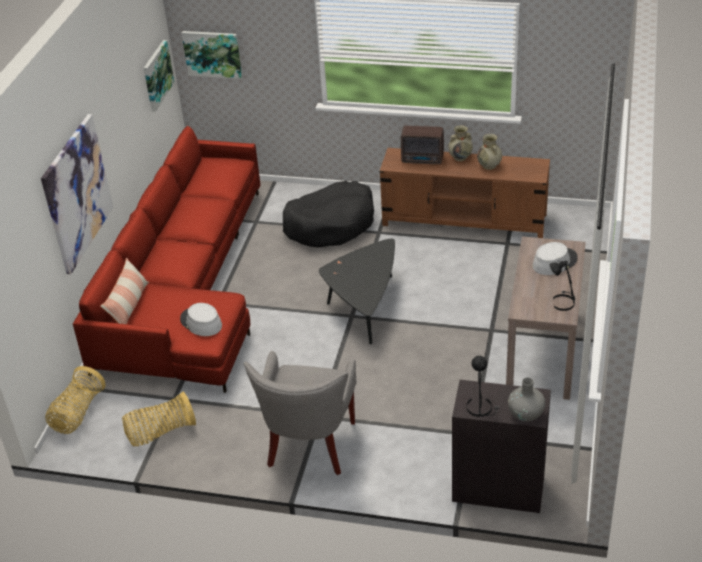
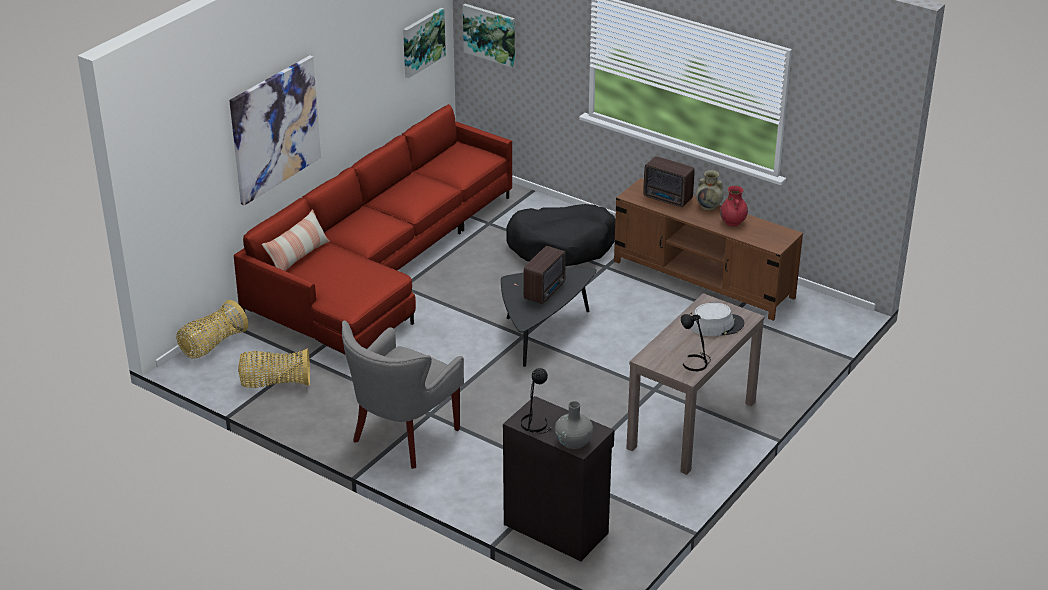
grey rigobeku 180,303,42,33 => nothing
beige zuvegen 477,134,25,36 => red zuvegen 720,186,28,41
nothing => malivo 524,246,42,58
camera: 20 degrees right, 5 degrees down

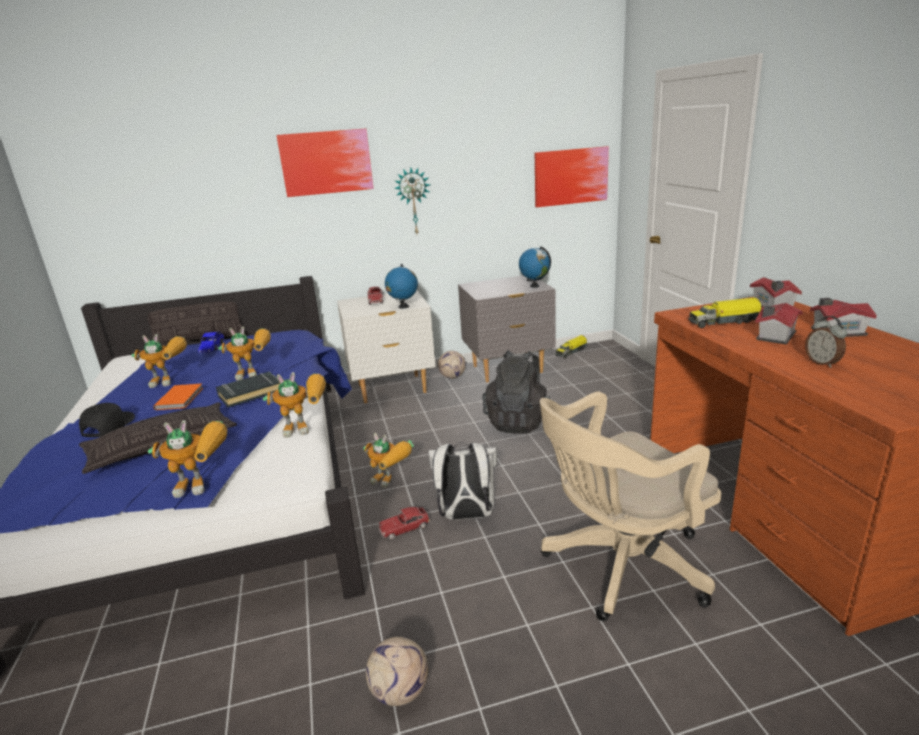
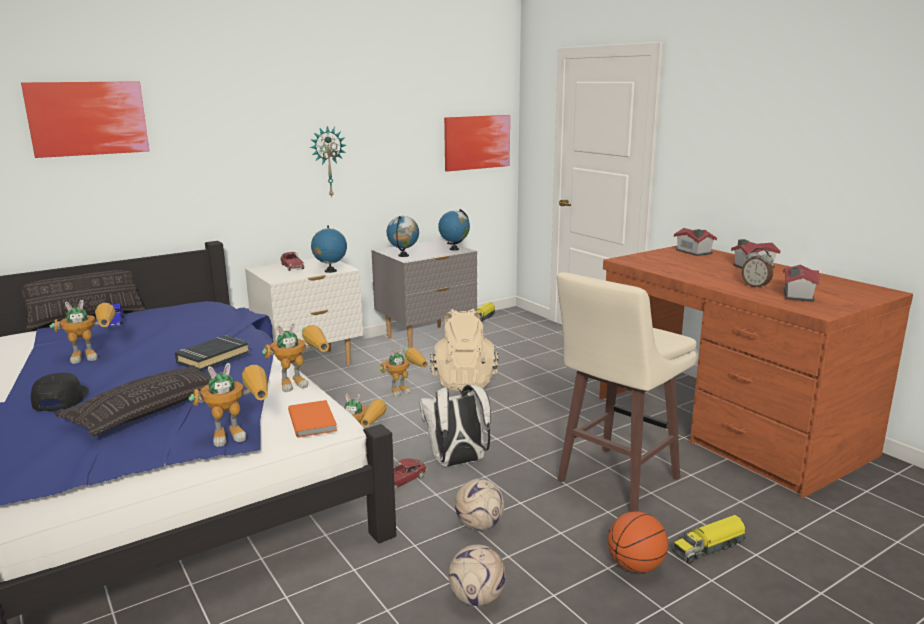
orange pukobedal 153,384,50,26 => orange pukobedal 288,400,49,38, move
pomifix 218,326,53,54 => pomifix 379,347,49,50, move
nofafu 276,129,98,68 => nofafu 21,81,128,77, move
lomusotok 438,351,28,28 => lomusotok 455,479,49,51, move
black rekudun 482,350,68,84 => beige rekudun 430,308,69,84
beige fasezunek 540,391,181,230 => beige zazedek 557,272,140,240
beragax 689,297,72,31 => beragax 672,515,74,49, move
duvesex 755,303,48,42 => duvesex 783,264,37,38, move
nothing => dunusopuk 387,216,32,41
nothing => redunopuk 608,511,60,62
camera: 20 degrees left, 5 degrees down

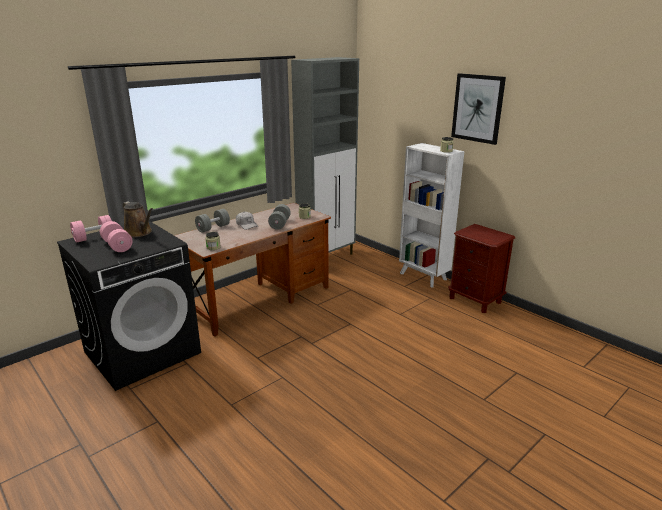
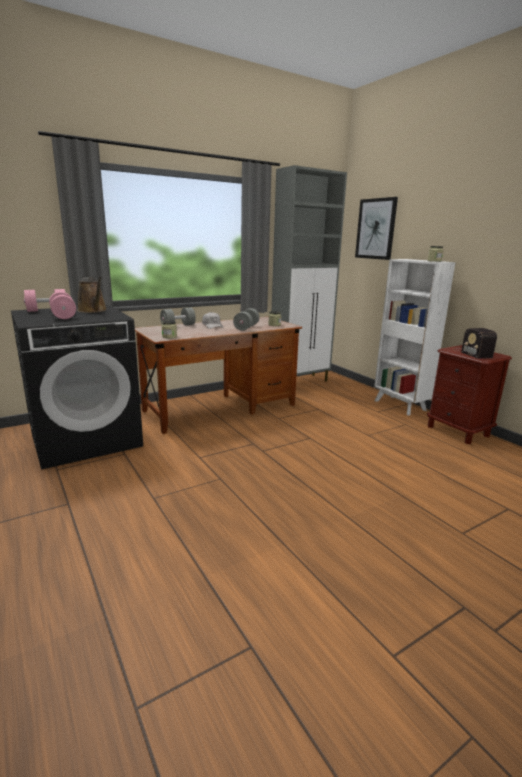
nofafu 451,73,55,72 => nofafu 355,197,43,63, move
nothing => malivo 453,328,44,31
camera: 10 degrees right, 5 degrees down

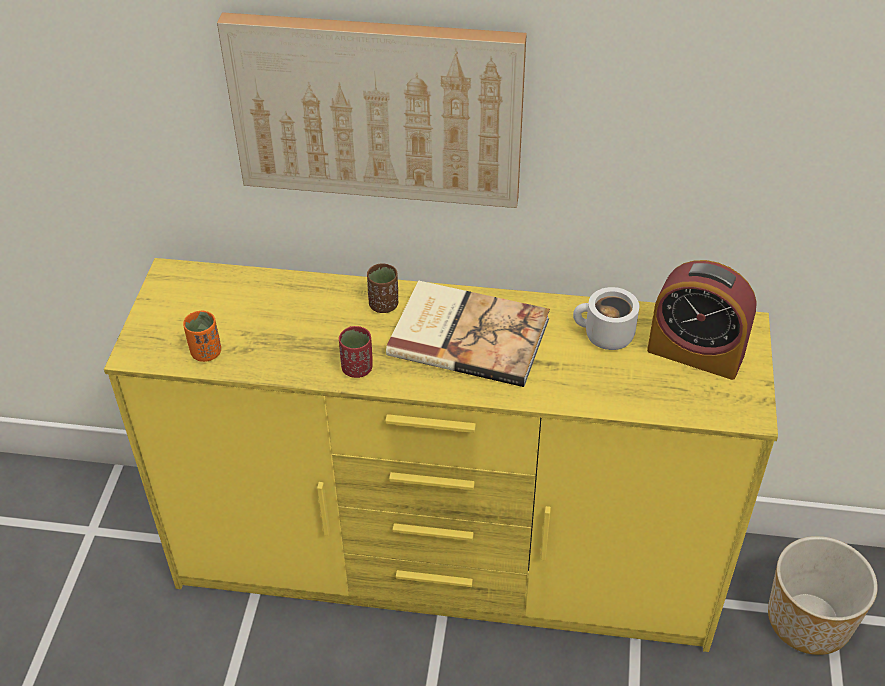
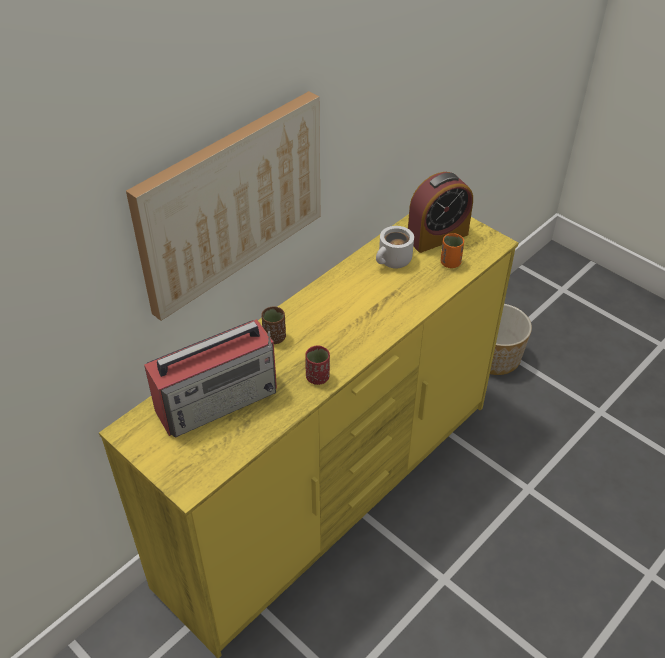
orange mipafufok 183,311,38,51 => orange mipafufok 441,233,23,35, move
pukobedal 386,281,164,106 => nothing
nothing => malivo 144,319,133,119
camera: 55 degrees left, 0 degrees up

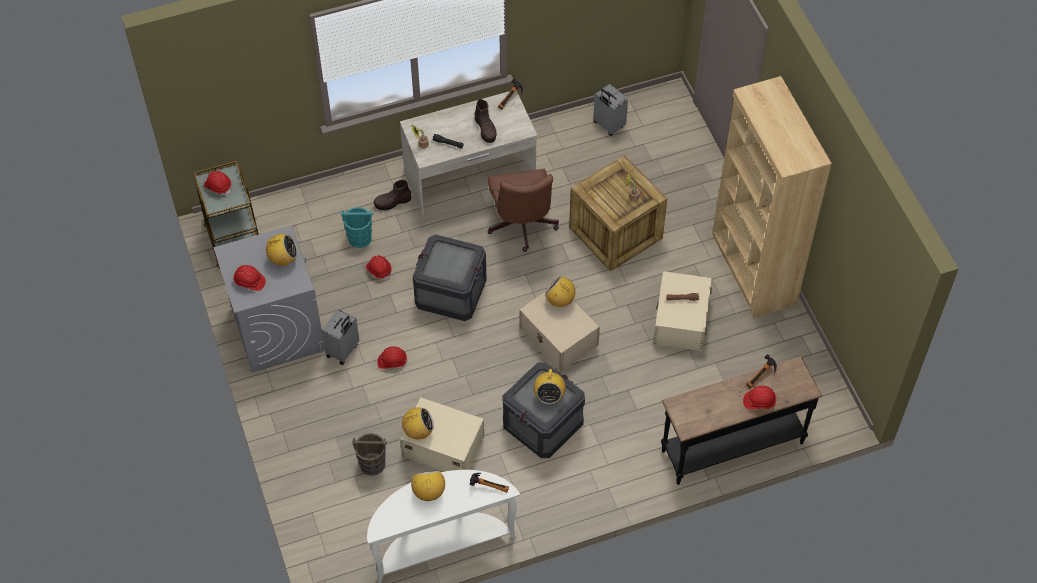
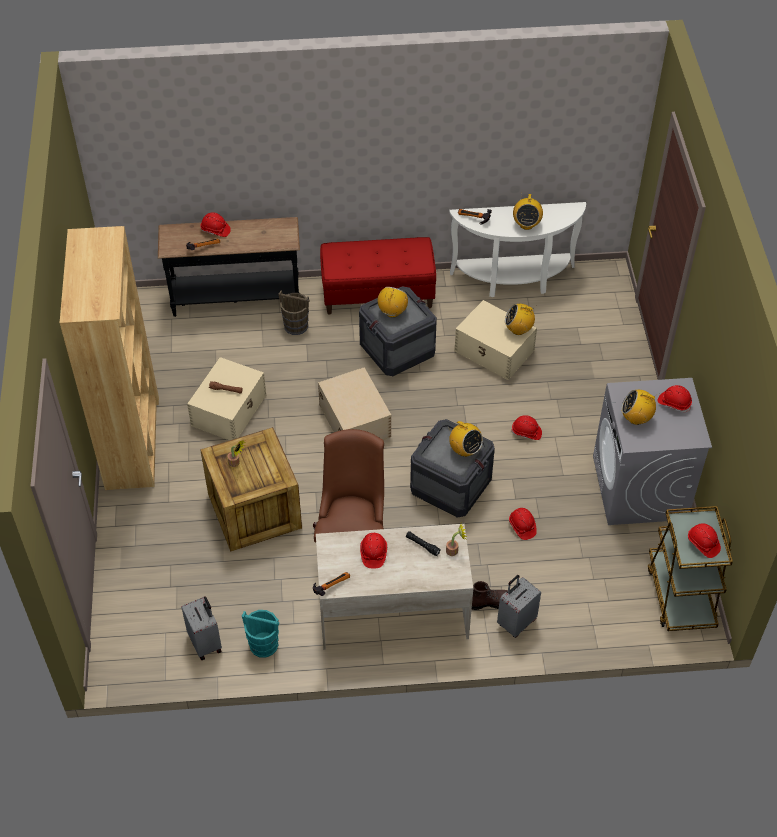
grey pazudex 322,309,37,56 => grey pazudex 497,575,44,63, move
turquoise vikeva 341,207,32,41 => turquoise vikeva 242,610,37,48, move
brown vikeva 352,433,35,43 => brown vikeva 278,290,32,45, move
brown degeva 475,99,22,44 => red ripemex 360,533,27,36
malivo 545,276,34,31 => malivo 448,421,35,36, move
nothing => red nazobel 320,237,116,77
camera: 165 degrees left, 5 degrees down

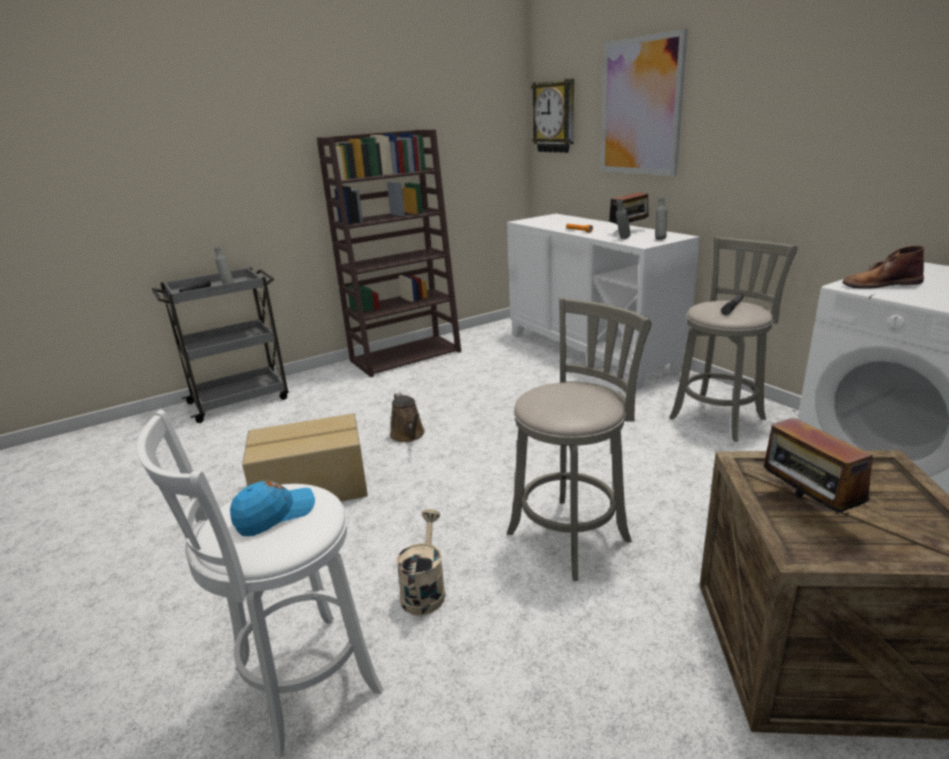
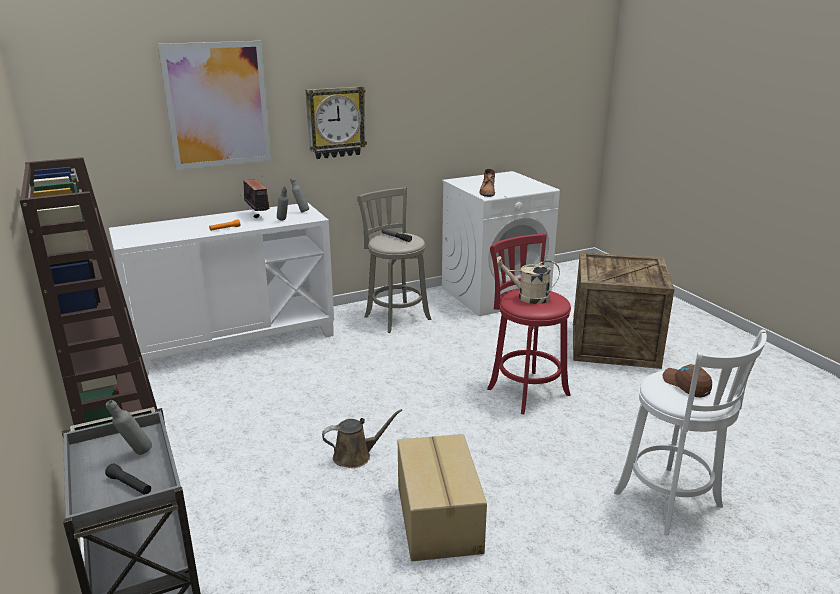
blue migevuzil 230,480,85,56 => brown migevuzil 663,364,49,34
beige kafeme 396,509,49,106 => beige kafeme 493,256,67,48, move
grey zazedek 507,297,144,284 => red zazedek 487,233,84,181
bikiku 531,79,43,74 => bikiku 306,86,61,73, move
malivo 763,410,110,105 => nothing
camera: 85 degrees left, 0 degrees up

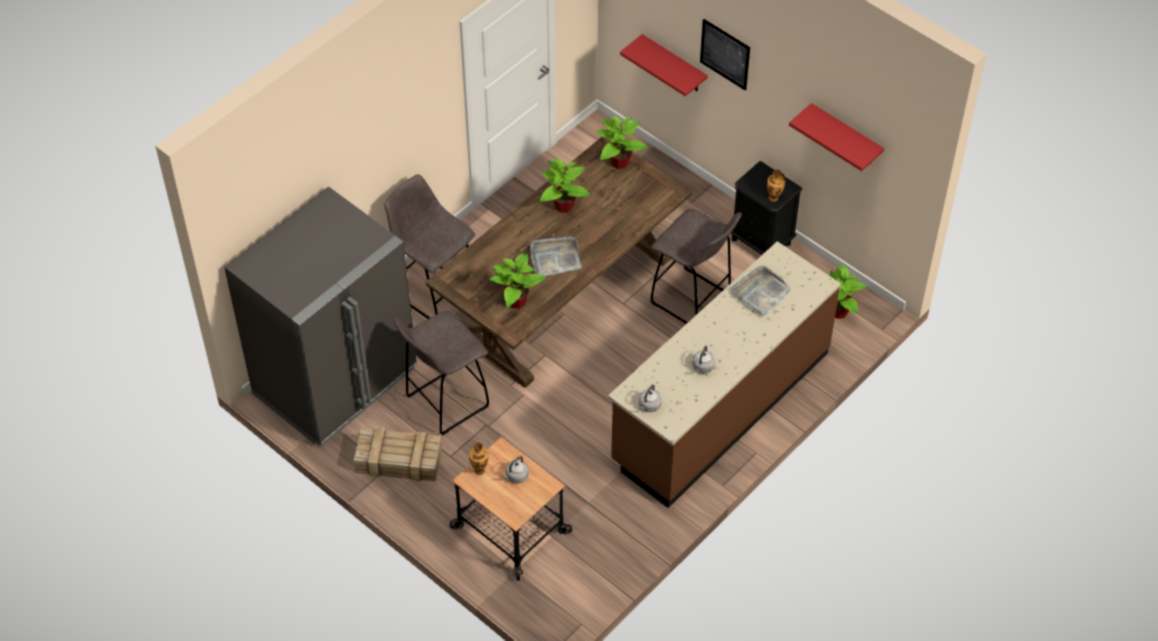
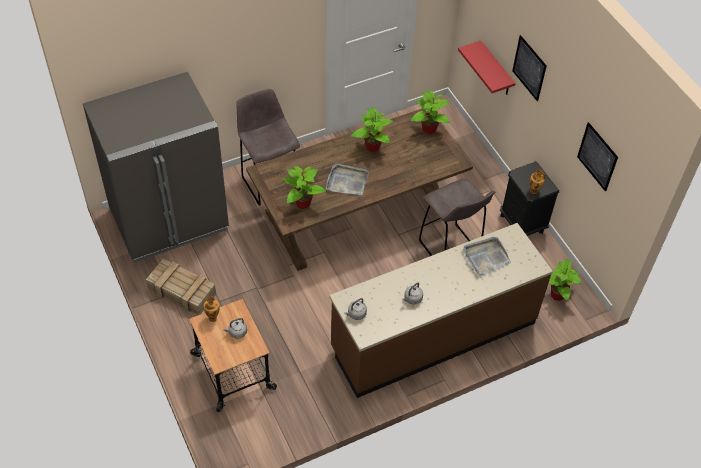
grey zazedek 393,311,96,124 => nothing
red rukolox 789,103,95,68 => nofafu 577,122,41,69
camera: 20 degrees right, 0 degrees up

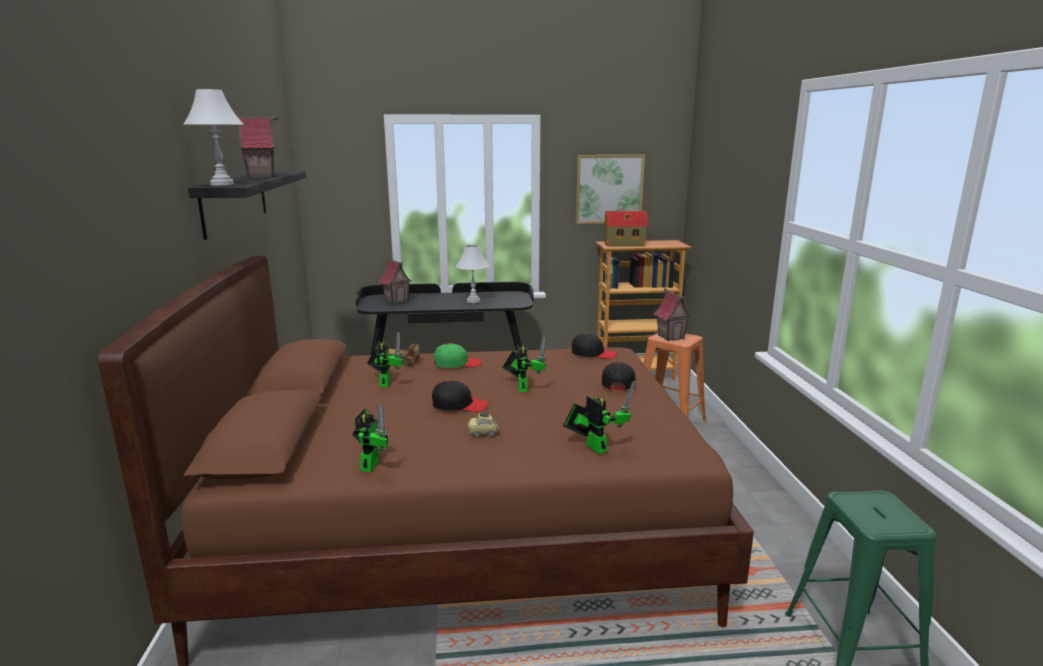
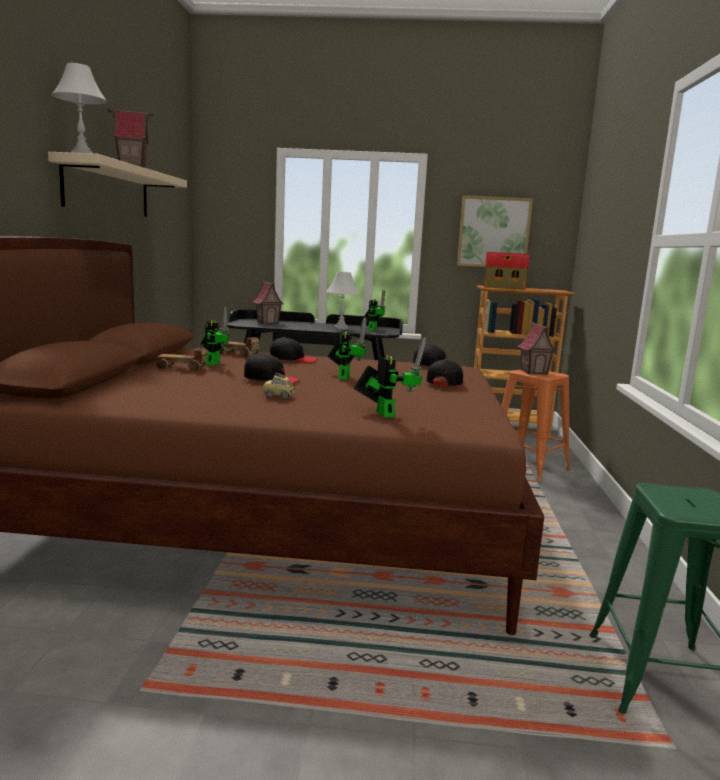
black rukolox 188,170,118,70 => beige rukolox 48,152,139,65
pomifix 352,404,37,68 => pomifix 364,290,21,41, move
green migevuzil 434,343,47,25 => black migevuzil 270,337,47,26
nothing => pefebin 156,348,51,24
camera: 10 degrees right, 5 degrees down

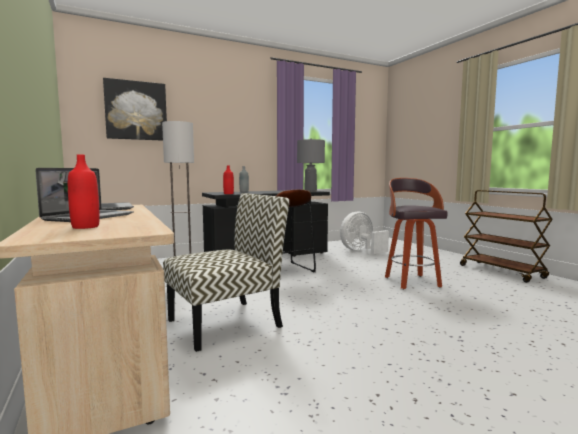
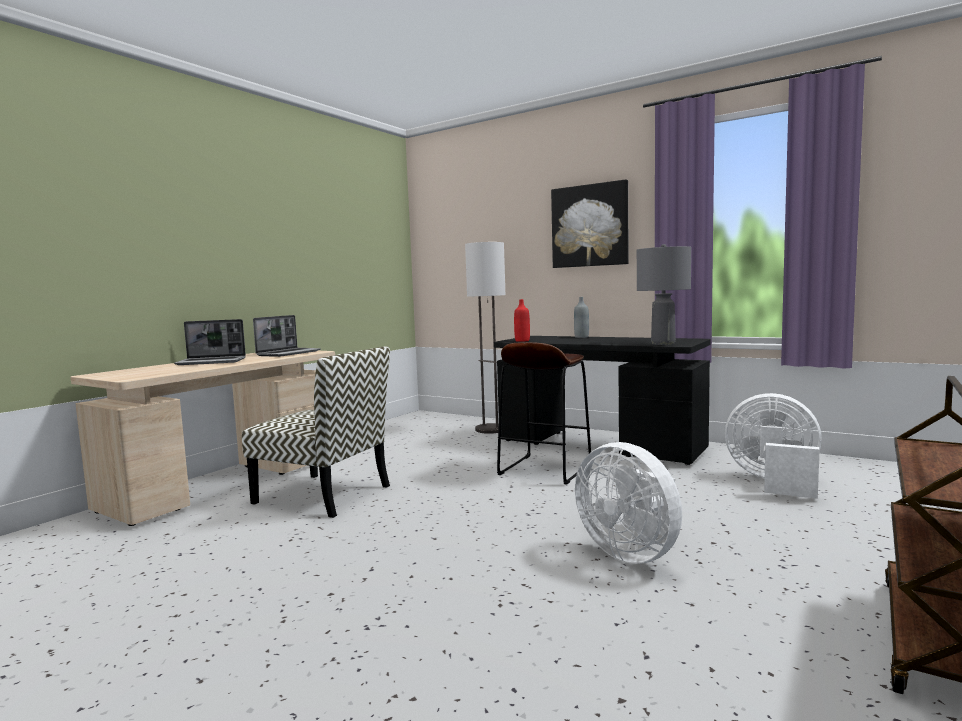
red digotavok 68,154,32,75 => nothing
nofafu 103,78,64,63 => nofafu 551,180,78,88, move
zazedek 385,178,62,112 => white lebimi 575,442,107,122
camera: 60 degrees right, 0 degrees up

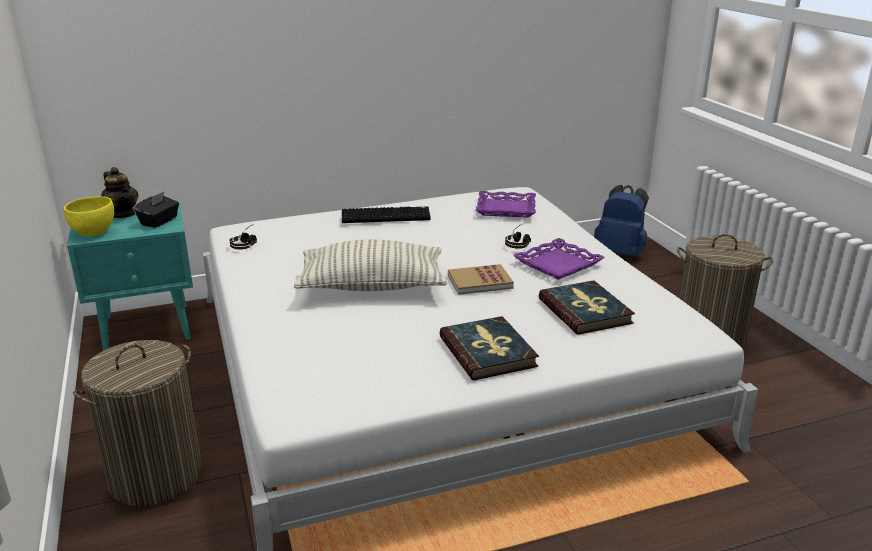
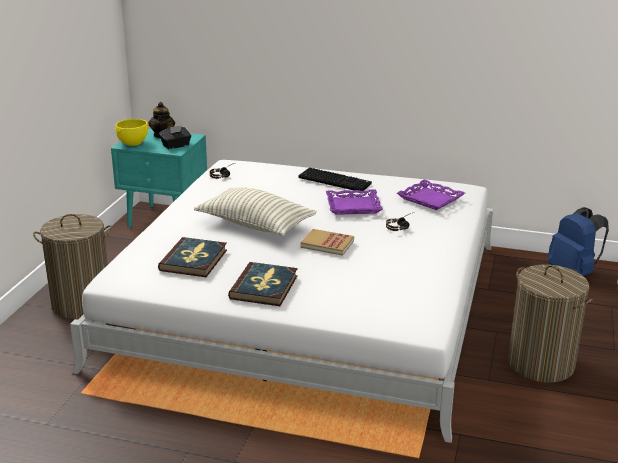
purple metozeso 513,238,92,42 => purple metozeso 326,189,57,26, move
pukobedal 539,280,96,55 => pukobedal 158,237,69,40, move
camera: 35 degrees right, 0 degrees up

